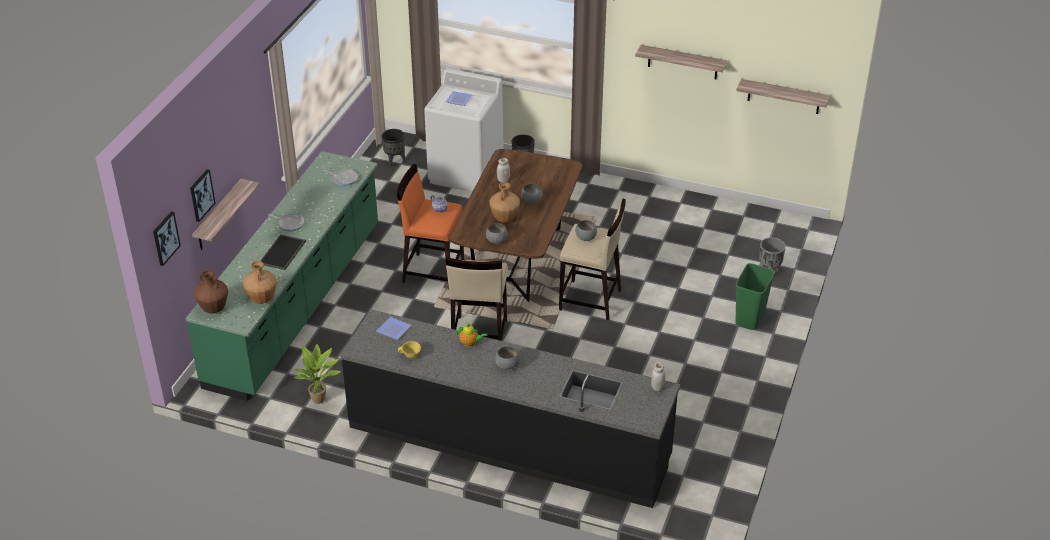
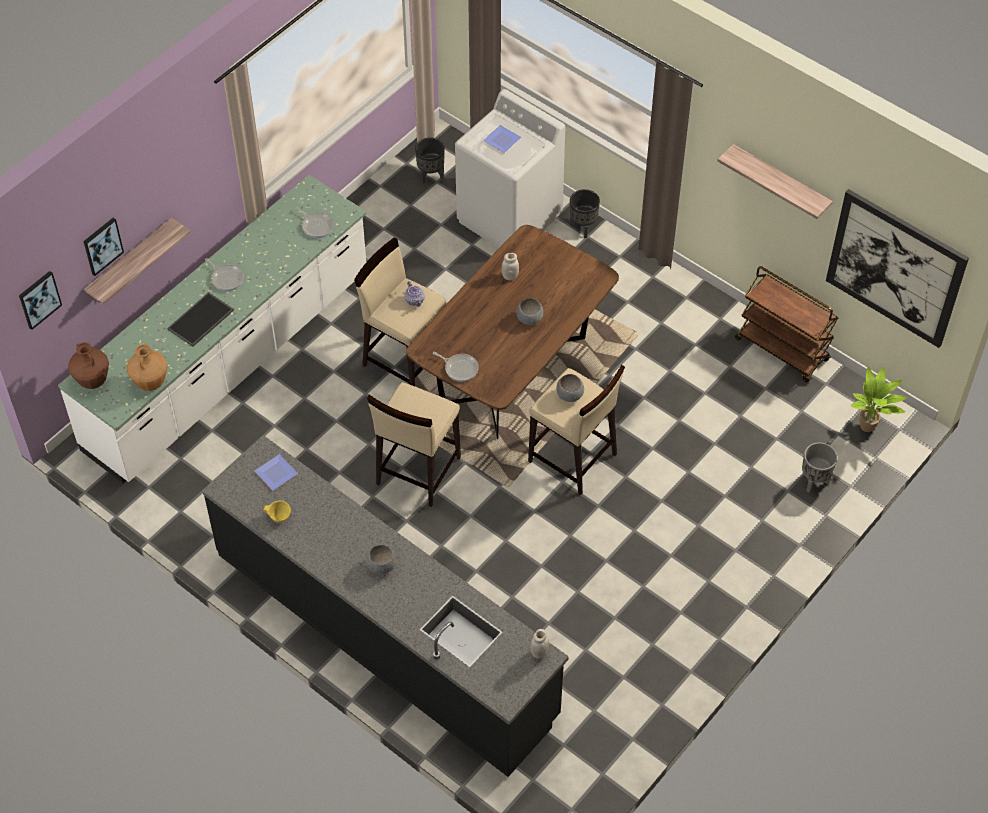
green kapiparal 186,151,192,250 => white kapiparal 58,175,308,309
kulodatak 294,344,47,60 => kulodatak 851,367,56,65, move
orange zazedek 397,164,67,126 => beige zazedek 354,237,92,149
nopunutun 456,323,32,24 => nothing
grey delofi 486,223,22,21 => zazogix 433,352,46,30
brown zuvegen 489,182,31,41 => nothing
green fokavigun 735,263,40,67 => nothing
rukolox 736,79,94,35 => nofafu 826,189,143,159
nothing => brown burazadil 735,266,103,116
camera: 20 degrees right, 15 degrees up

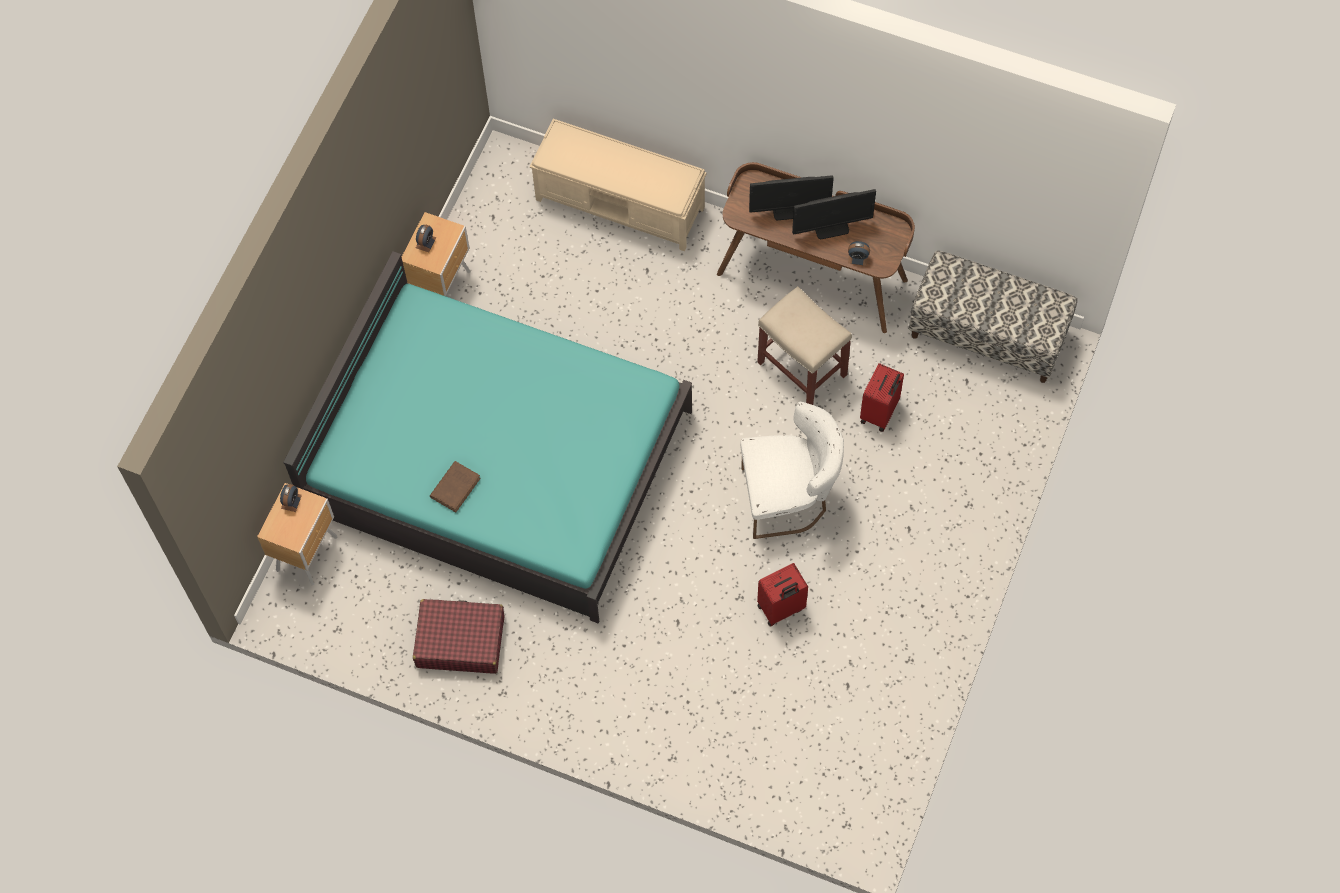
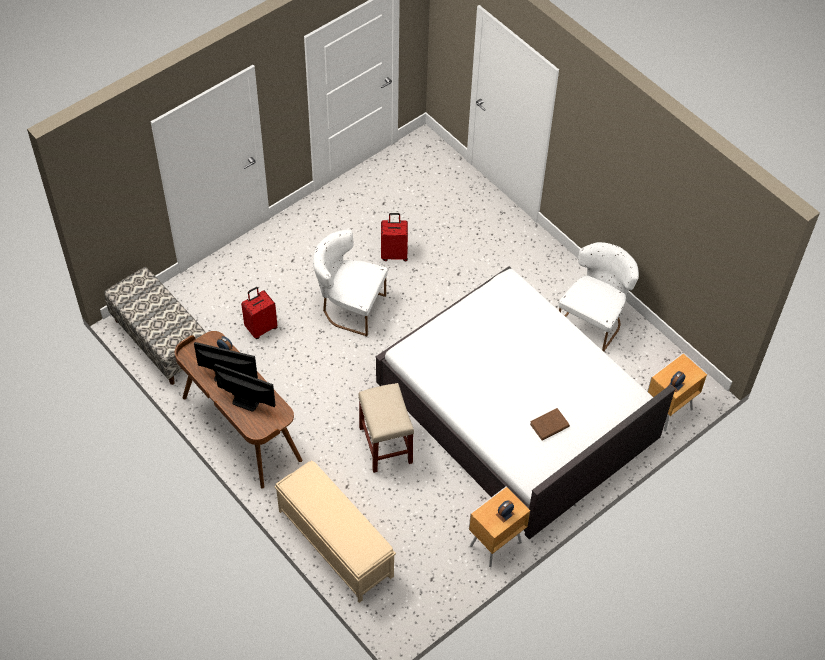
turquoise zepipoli 283,251,409,373 => white zepipoli 376,266,299,274
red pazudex 413,599,92,75 => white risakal 559,242,80,109
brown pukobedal 430,461,51,51 => brown pukobedal 530,408,40,33, move
beige zazedek 757,286,95,119 => beige zazedek 358,383,56,90, move
camera: 155 degrees left, 10 degrees down

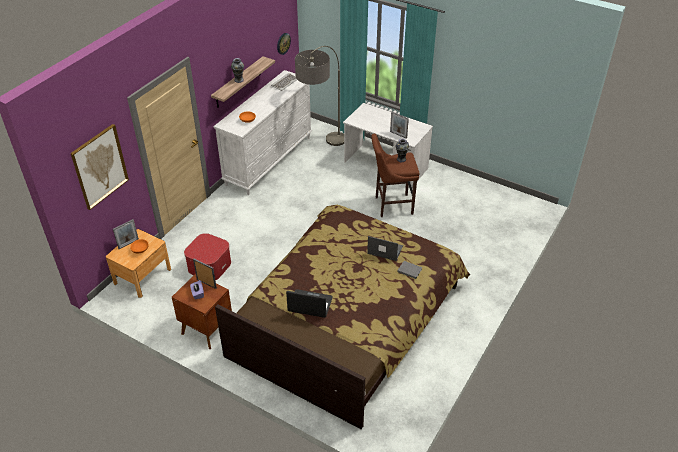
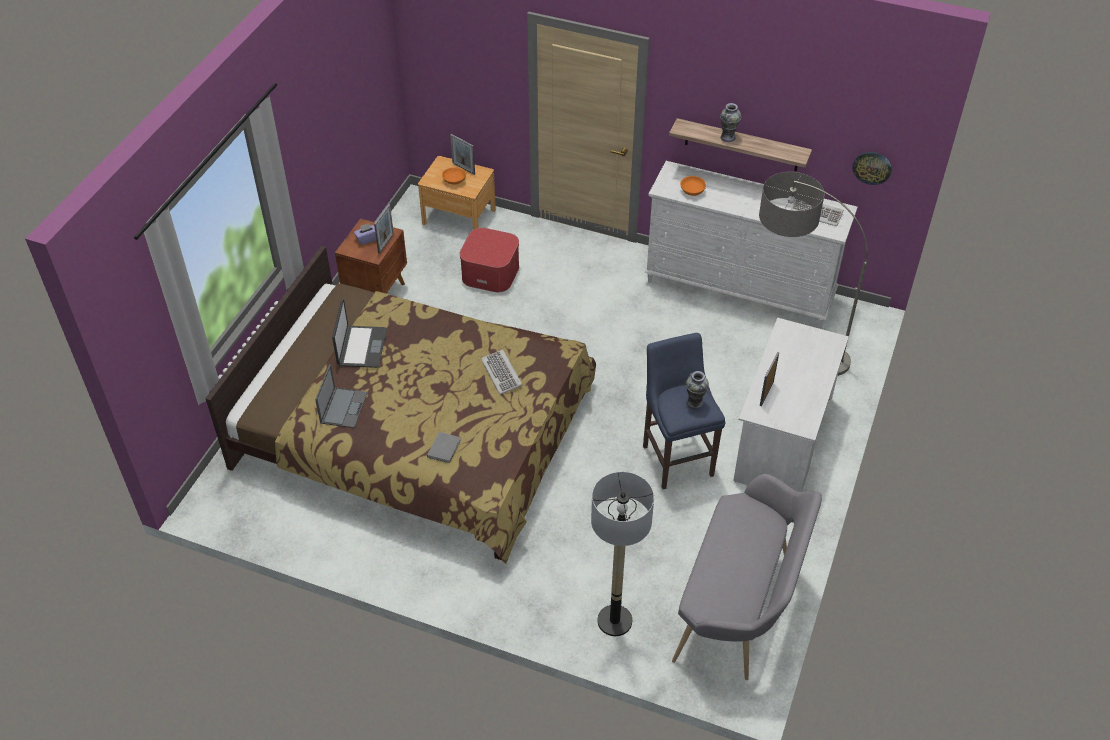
nofafu 71,124,58,86 => nothing
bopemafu 367,236,36,25 => bopemafu 315,364,53,64, move
brown zazedek 371,133,48,84 => blue zazedek 643,333,82,156
nothing => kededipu 481,349,41,45
nothing => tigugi 591,472,63,164
nothing => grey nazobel 672,474,150,206
camera: 80 degrees right, 5 degrees up

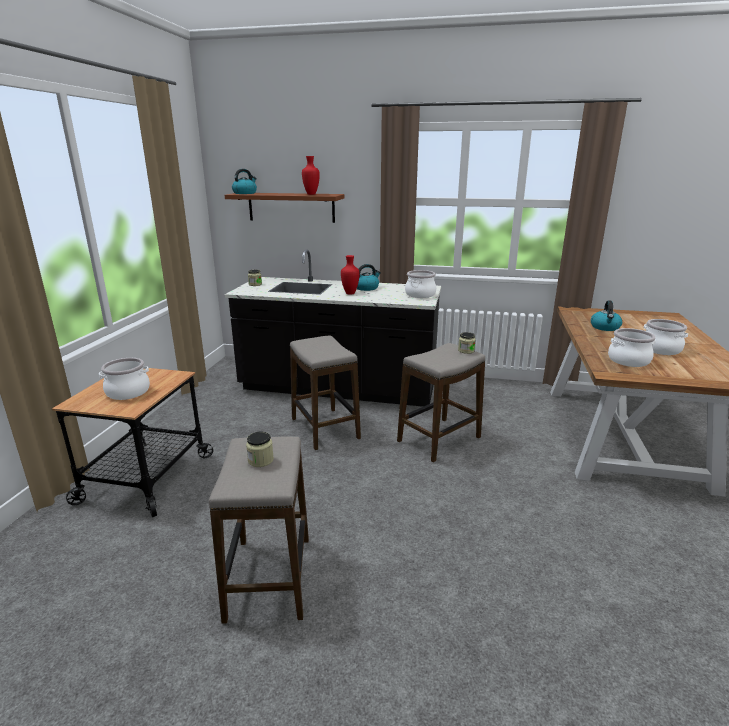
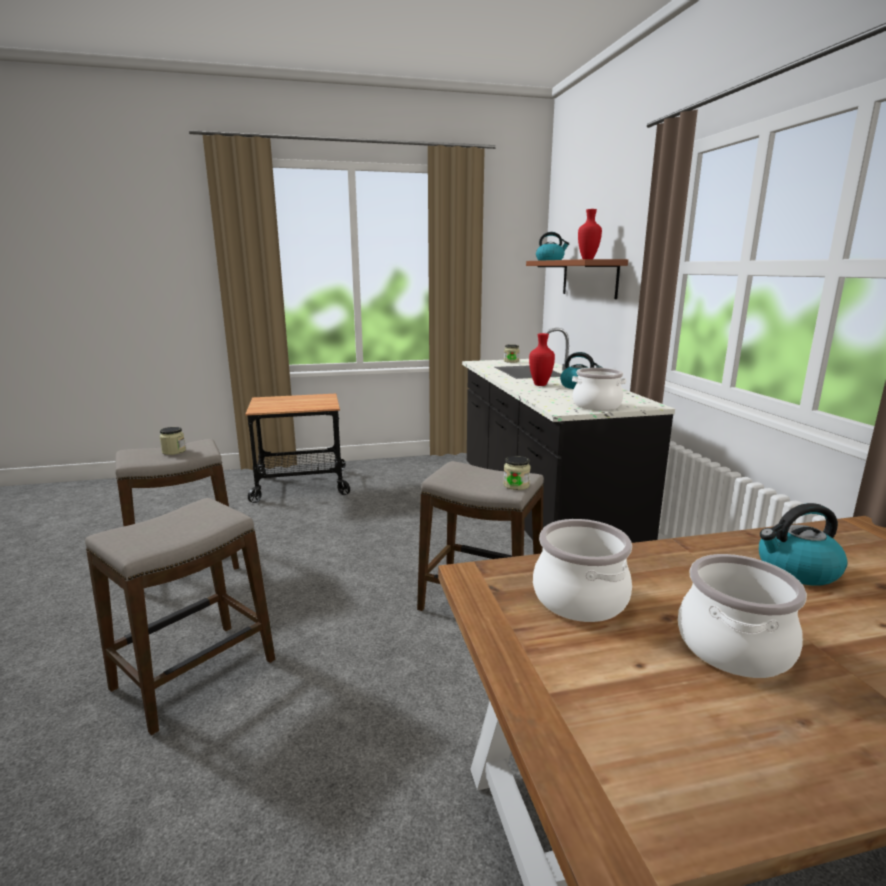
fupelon 99,358,51,42 => nothing
zazedek 290,335,71,115 => zazedek 85,498,190,237, move
camera: 65 degrees right, 5 degrees down

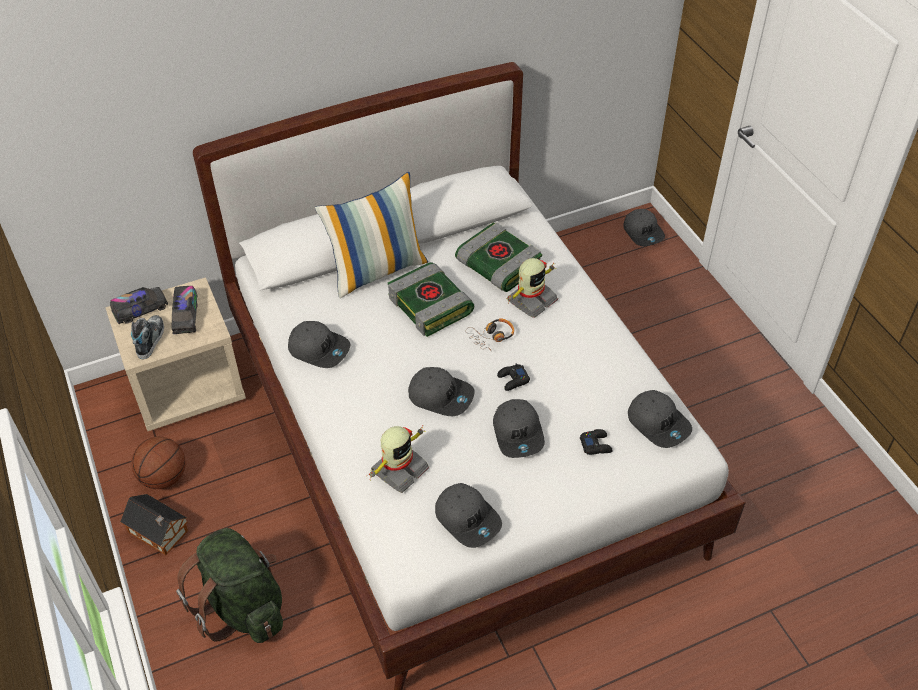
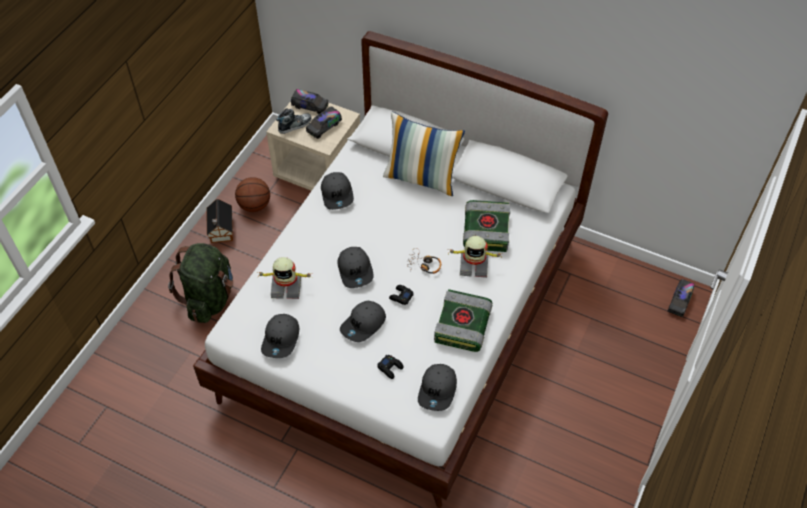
pukobedal 388,262,86,75 => pukobedal 434,289,59,63, move
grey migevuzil 623,209,42,37 => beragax 668,279,26,38
camera: 50 degrees right, 5 degrees up

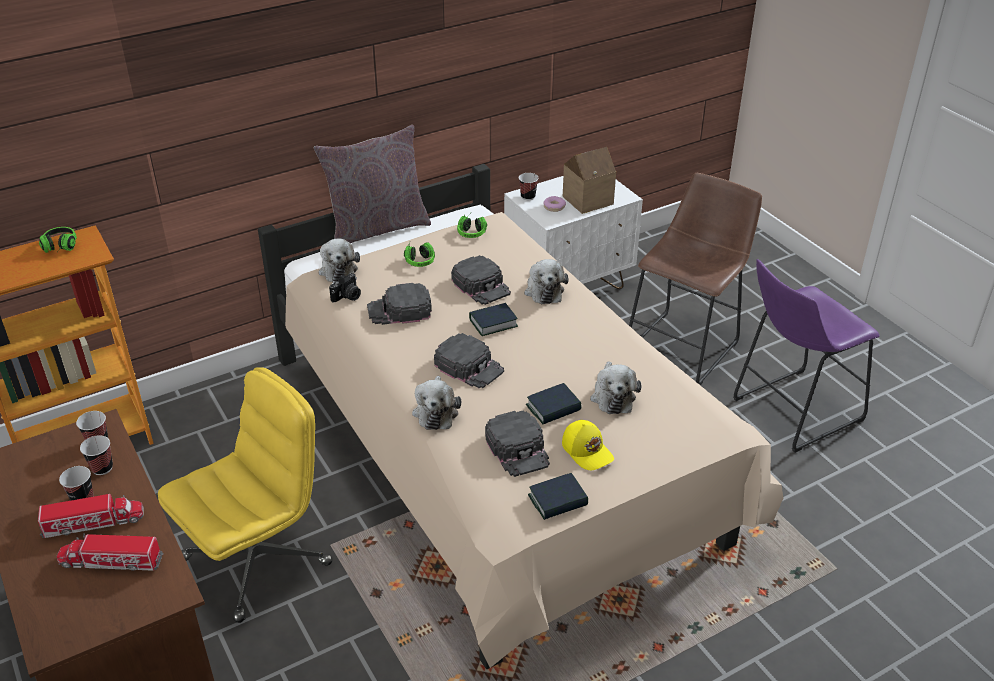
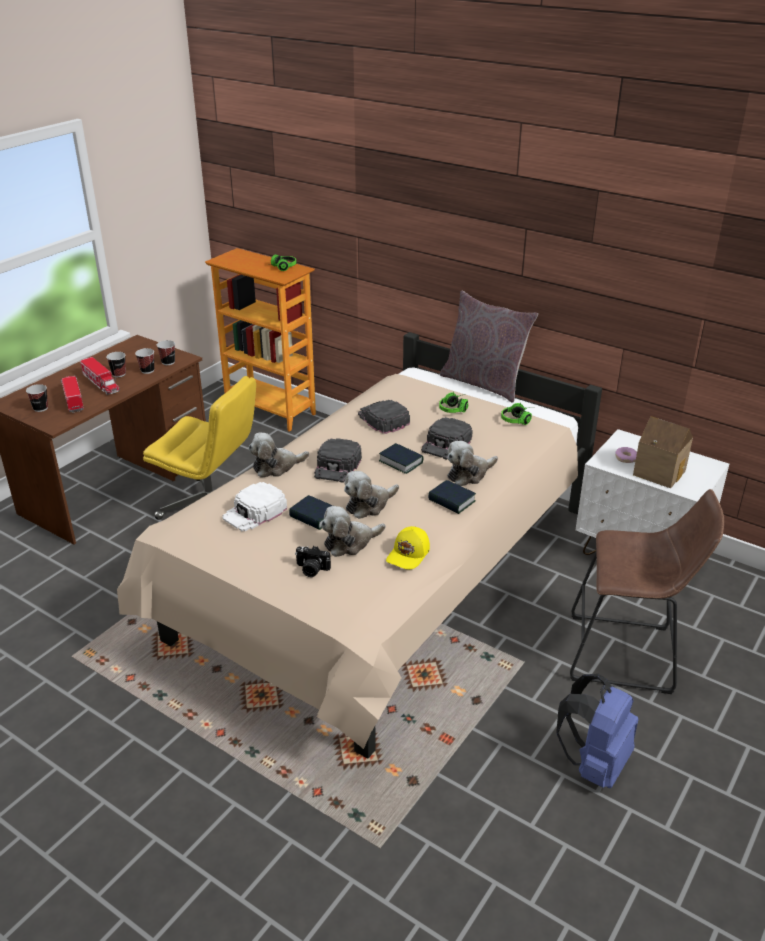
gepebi 319,239,41,43 => gepebi 344,471,55,48, move
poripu 329,273,32,29 => poripu 295,546,36,31, move
black migevuzil 485,411,65,66 => white migevuzil 222,482,65,49
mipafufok 519,173,19,27 => mipafufok 26,384,22,28, move
pukobedal 528,473,60,47 => pukobedal 428,480,48,34, move
yellow migevuzil 562,420,52,50 => yellow migevuzil 386,526,44,44, move
purple zazedek 733,259,146,194 => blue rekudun 556,674,83,114
camera: 65 degrees right, 5 degrees down

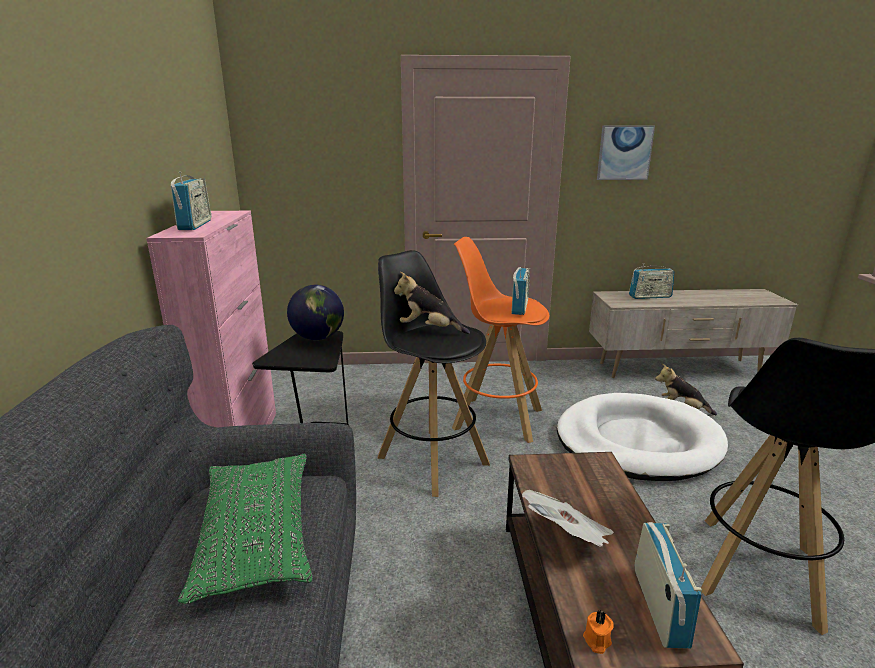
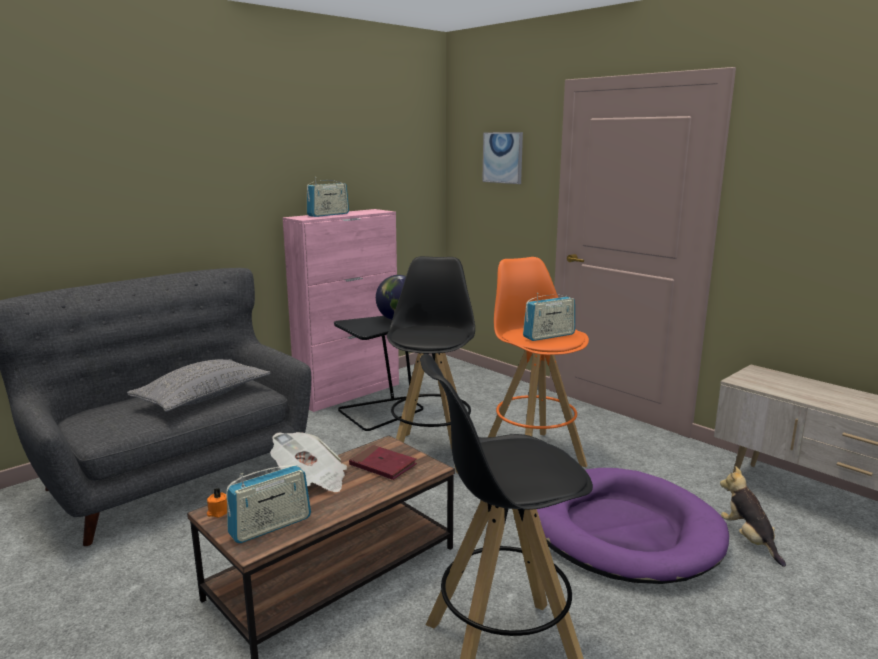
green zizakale 178,454,134,150 => grey zizakale 127,359,143,53
gepebi 394,272,76,62 => nothing
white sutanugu 557,393,171,88 => purple sutanugu 537,468,192,116
nofafu 597,126,58,54 => nofafu 482,132,41,52, move
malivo 629,263,45,36 => nothing
nothing => red pukobedal 349,445,68,35
camera: 50 degrees right, 5 degrees down

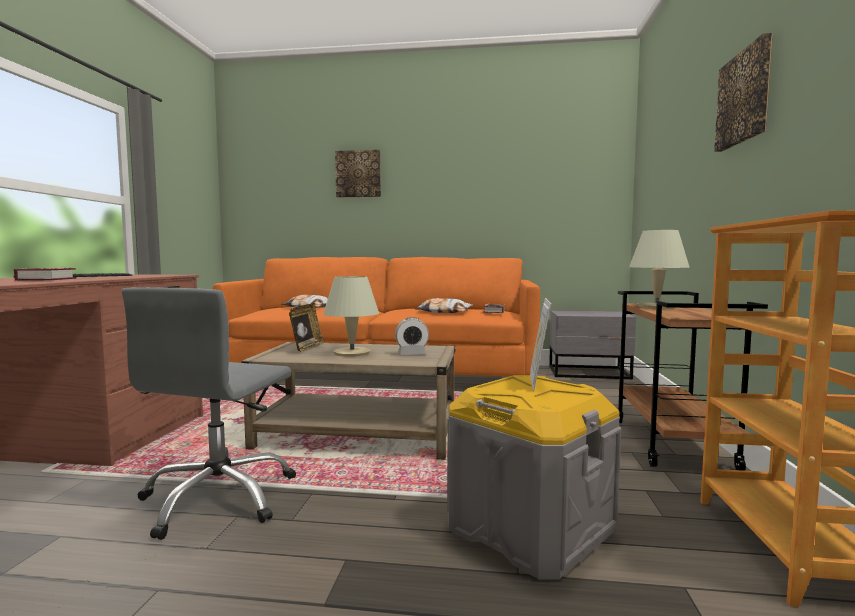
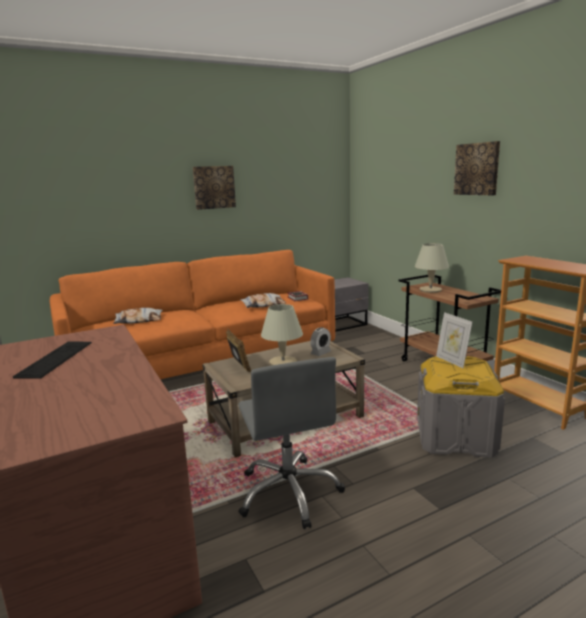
pukobedal 14,267,63,14 => nothing
nofafu 335,150,46,47 => nofafu 193,166,43,44, move
camera: 35 degrees left, 10 degrees up

